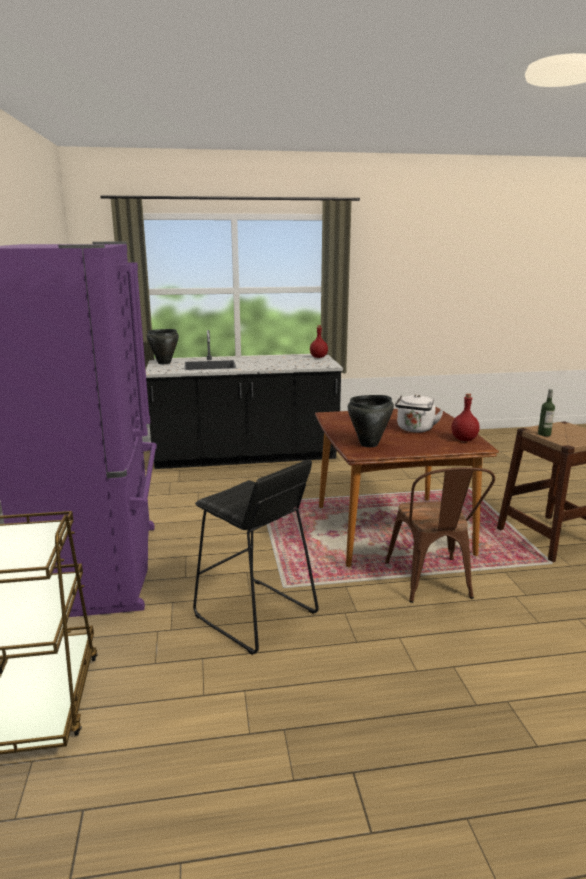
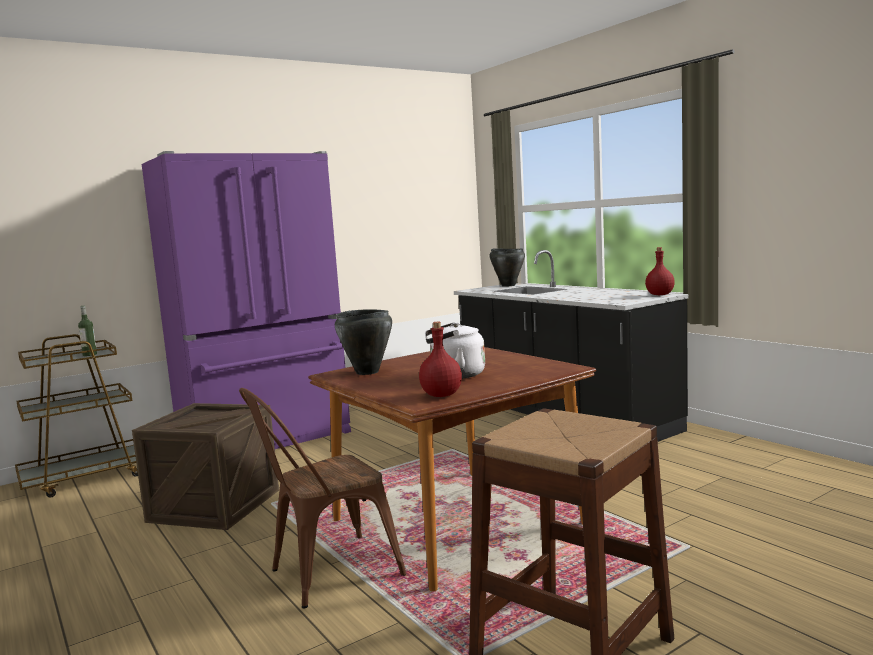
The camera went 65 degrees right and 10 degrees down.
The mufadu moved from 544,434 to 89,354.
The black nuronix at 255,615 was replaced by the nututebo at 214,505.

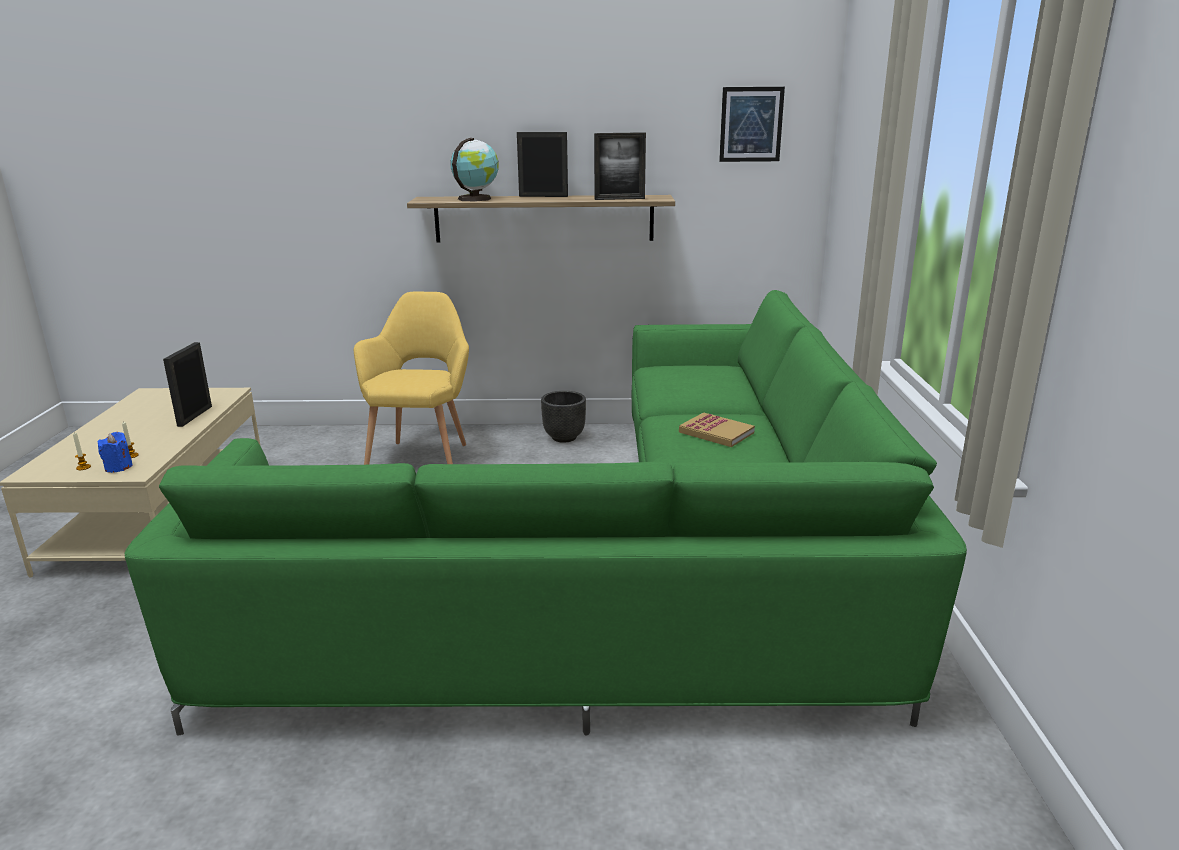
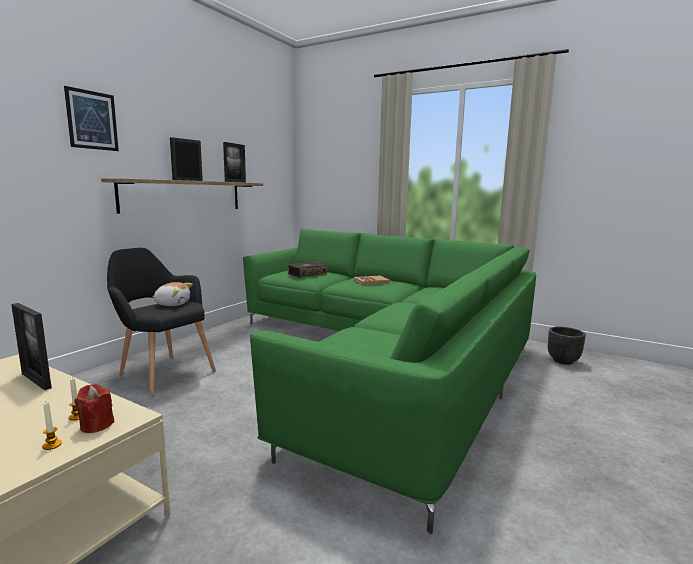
The camera went 60 degrees left and 10 degrees down.
The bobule moved from 751,124 to 92,120.
The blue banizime at 118,467 became the red banizime at 96,425.
The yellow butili at 423,458 became the black butili at 162,373.
The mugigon at 172,304 appeared.
The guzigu at 307,274 appeared.
The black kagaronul moved from 563,437 to 562,361.
The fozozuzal at 476,199 disappeared.

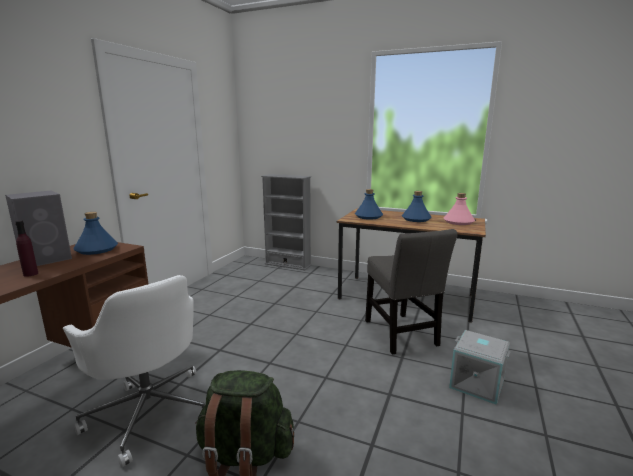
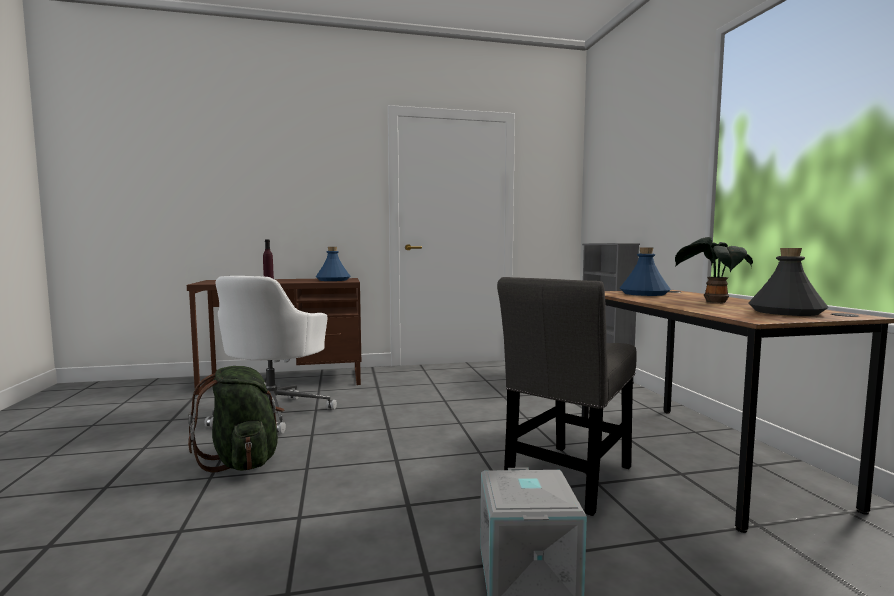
The camera went 55 degrees right and 10 degrees down.
The blue mufadu at 416,219 was replaced by the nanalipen at 712,302.
The pink mufadu at 458,222 became the grey mufadu at 785,312.
The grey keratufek at 47,259 disappeared.

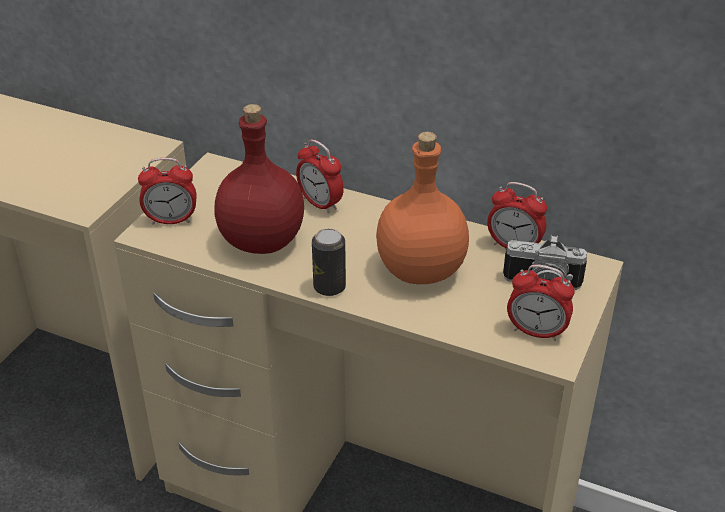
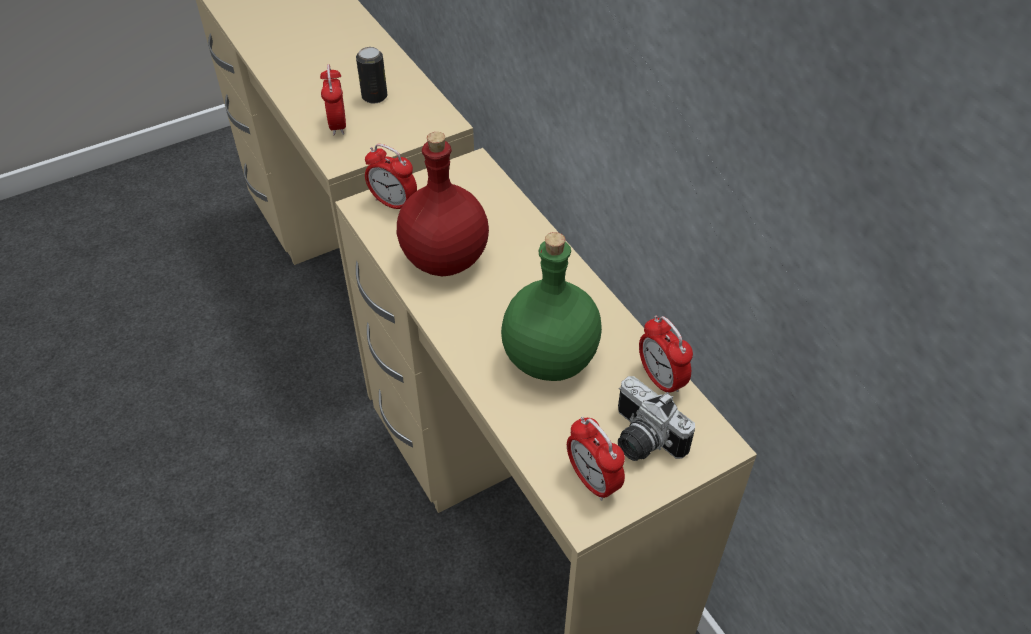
The camera went 35 degrees right and 10 degrees up.
The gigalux moved from 320,204 to 338,125.
The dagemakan moved from 329,287 to 374,97.
The orange mufadu at 420,271 became the green mufadu at 548,360.

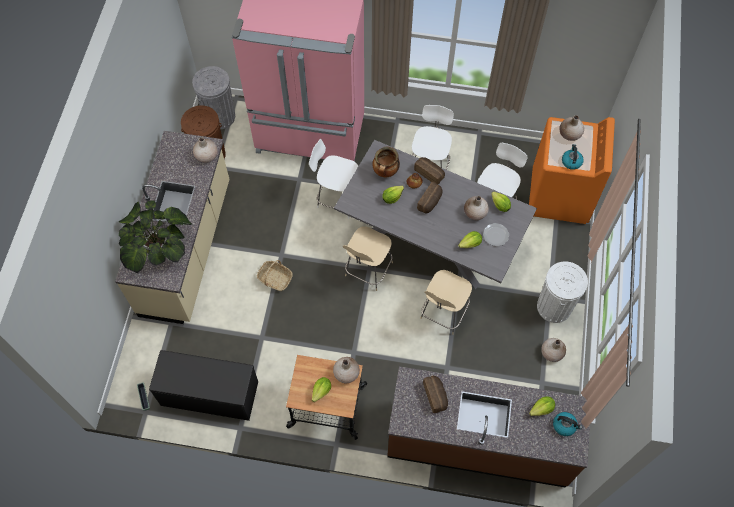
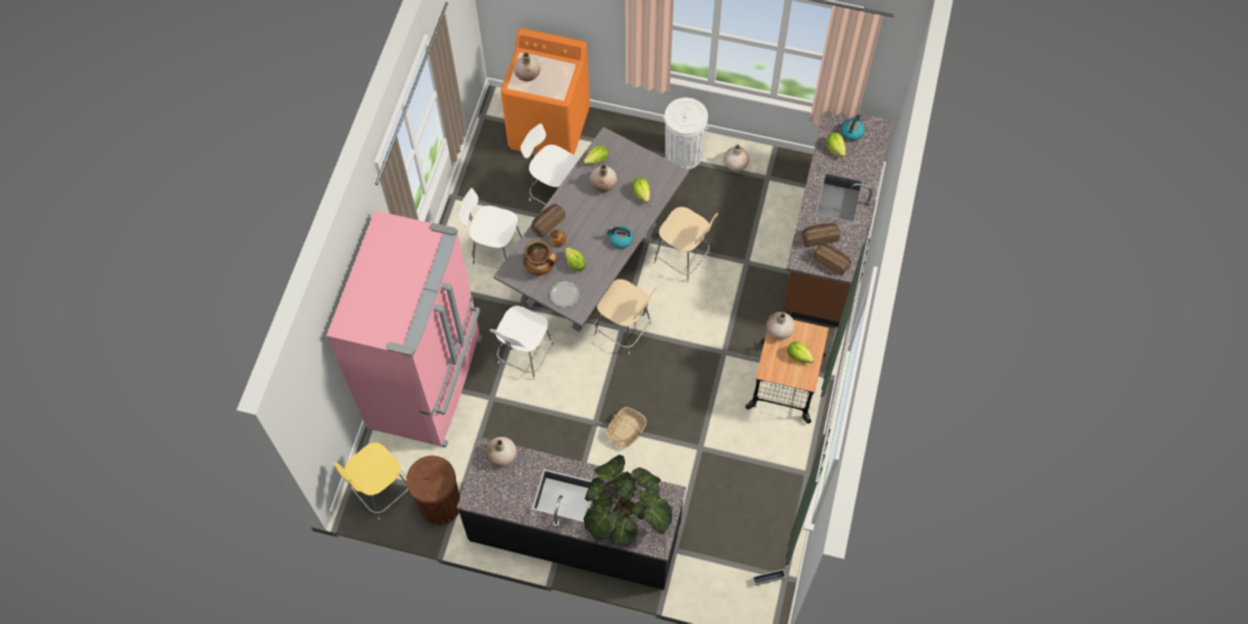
The camera went 85 degrees left and 0 degrees up.
The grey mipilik at 219,116 was replaced by the yellow nuronix at 381,491.
The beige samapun at 187,248 became the black samapun at 575,531.
The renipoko moved from 495,235 to 565,295.
The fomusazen moved from 571,161 to 620,240.
The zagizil moved from 430,202 to 831,261.
The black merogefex at 208,394 disappeared.

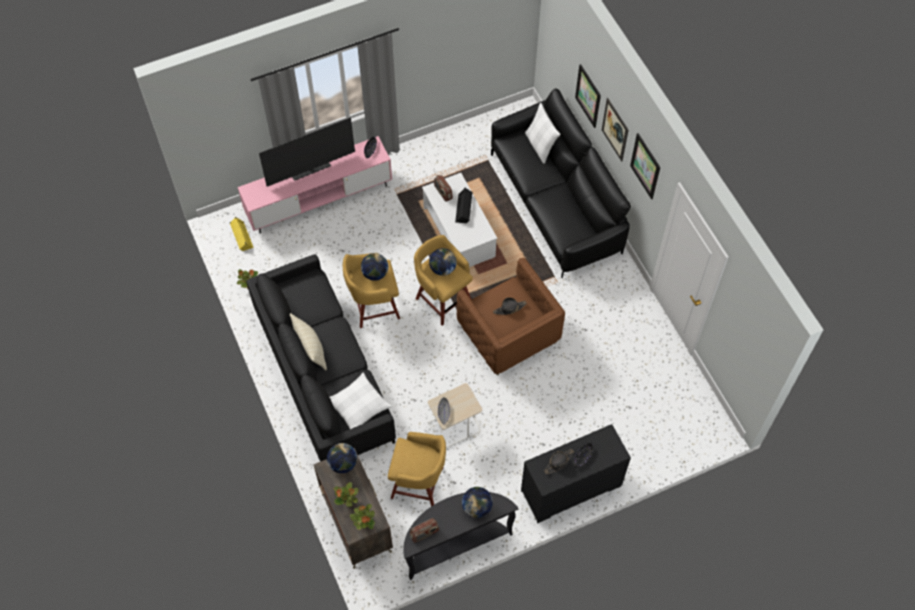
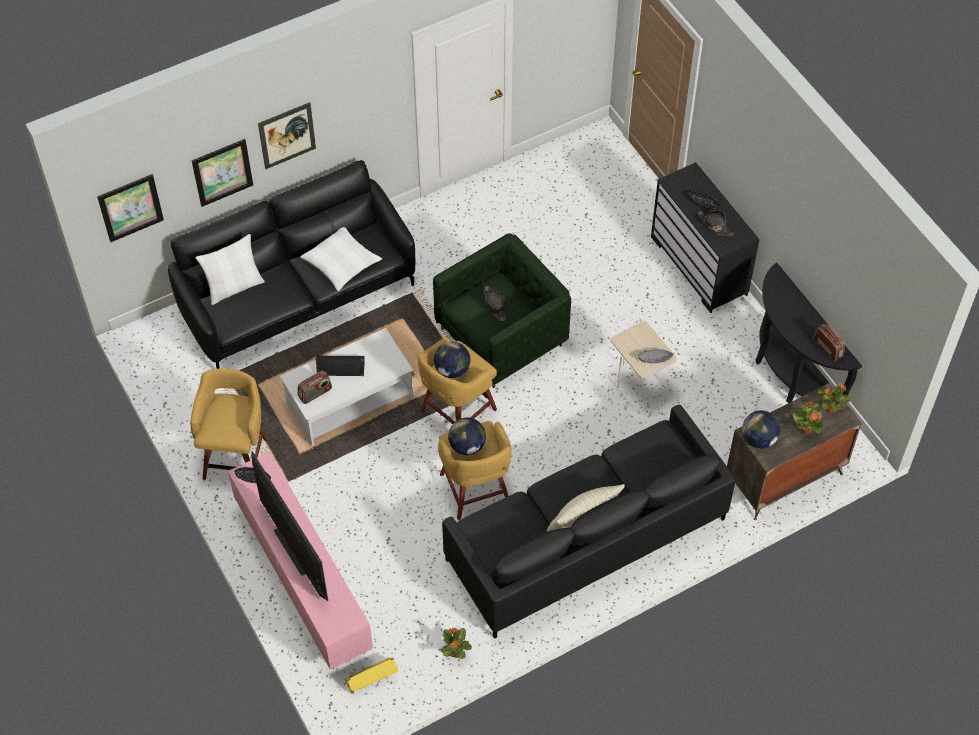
The camera went 95 degrees left and 5 degrees down.
The bobule moved from 645,166 to 130,207.
The yellow nuronix moved from 419,483 to 236,456.
The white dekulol moved from 358,406 to 341,263.
The brown butili at 508,334 became the green butili at 501,337.
The fozozuzal at 477,507 disappeared.

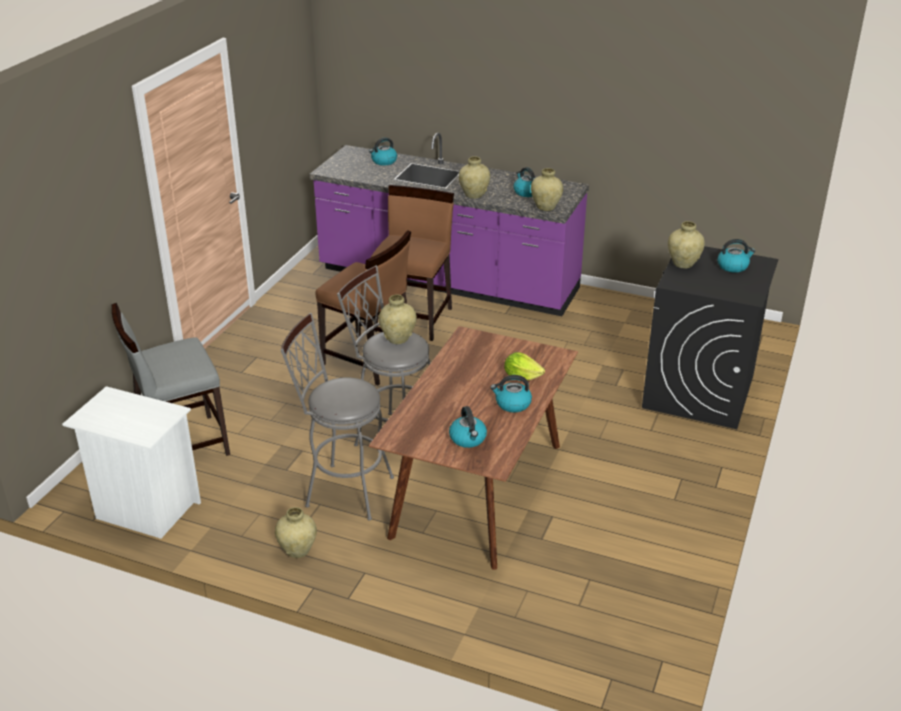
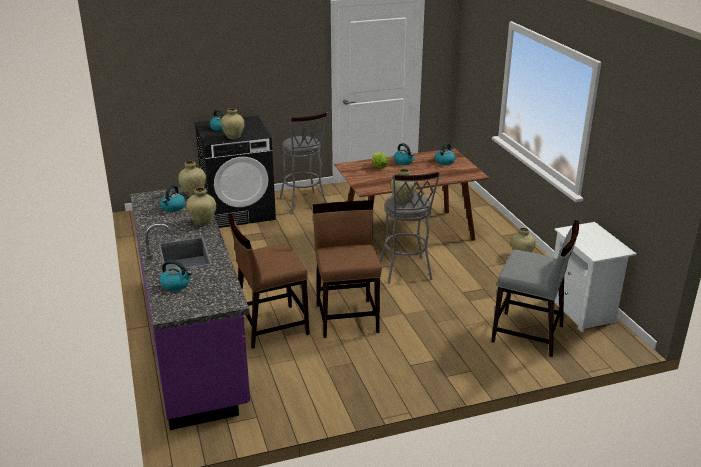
The camera went 130 degrees left and 5 degrees down.
The grey nuronix moved from 342,489 to 304,204.

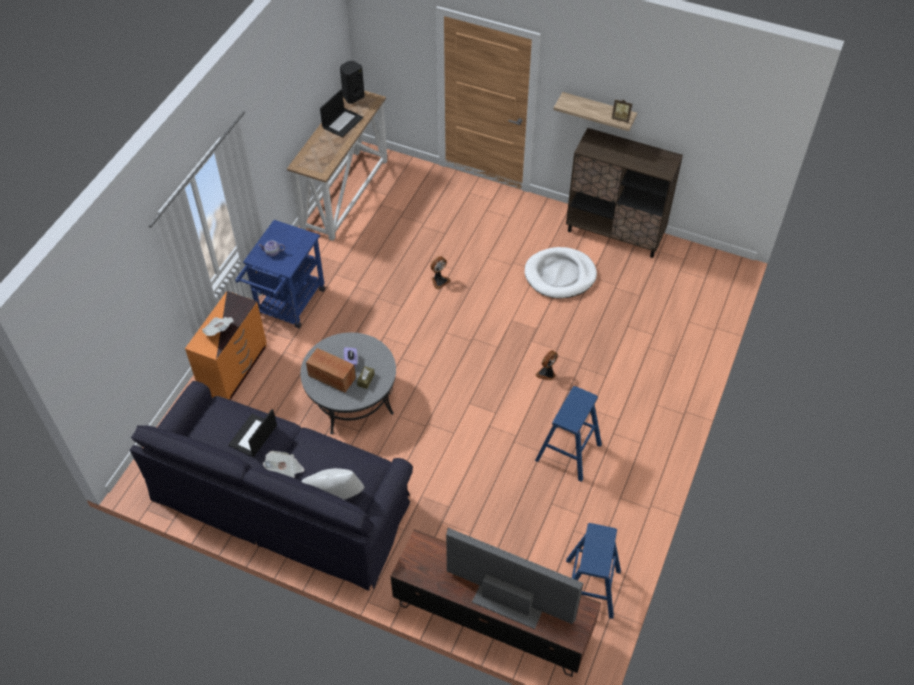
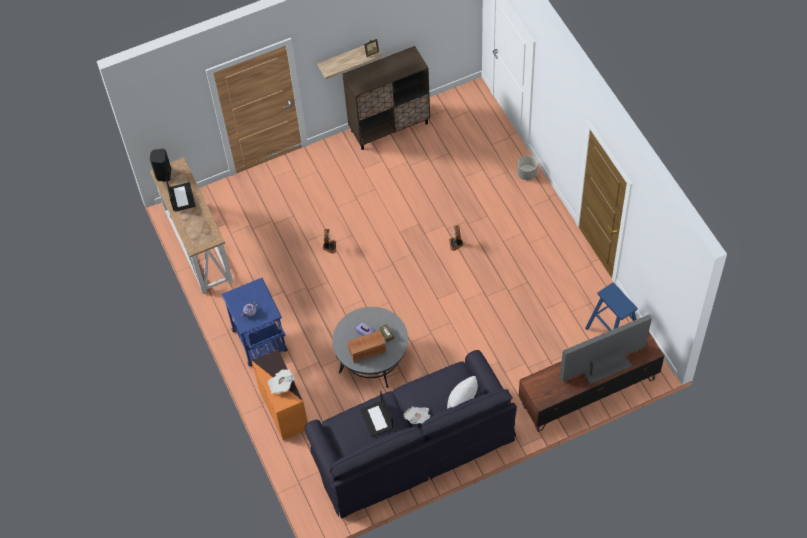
The camera went 45 degrees left and 5 degrees up.
The grey kagaronul at 527,174 appeared.
The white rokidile at 560,275 disappeared.
The blue nuronix at 568,452 disappeared.

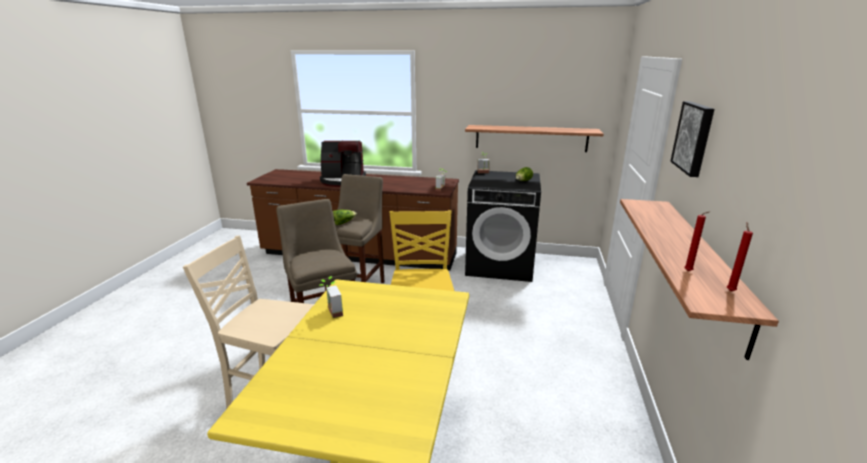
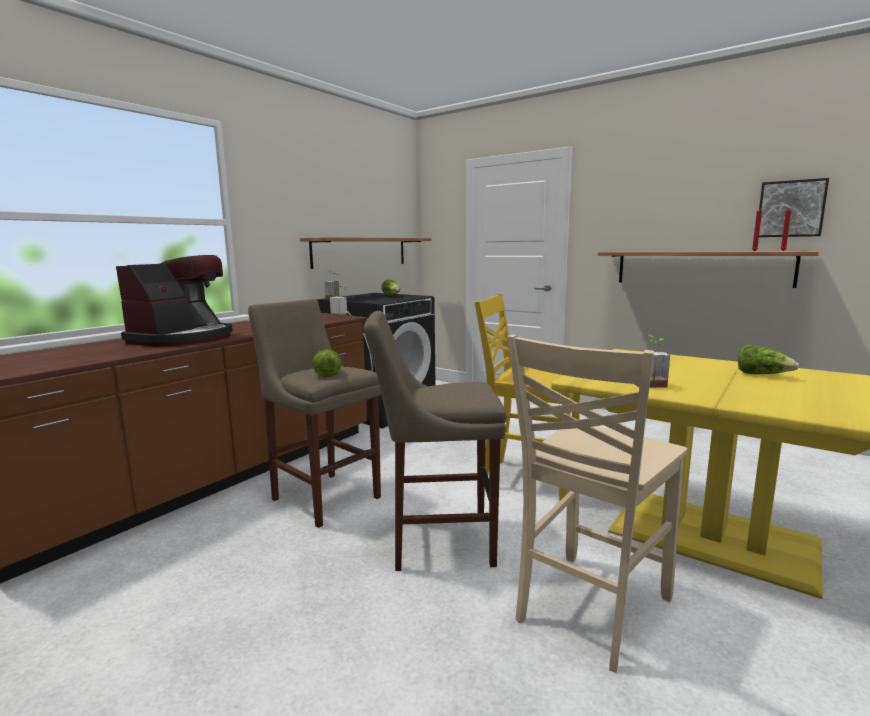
The camera went 65 degrees left and 10 degrees down.
The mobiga at 762,375 appeared.
The bobule moved from 694,137 to 791,209.

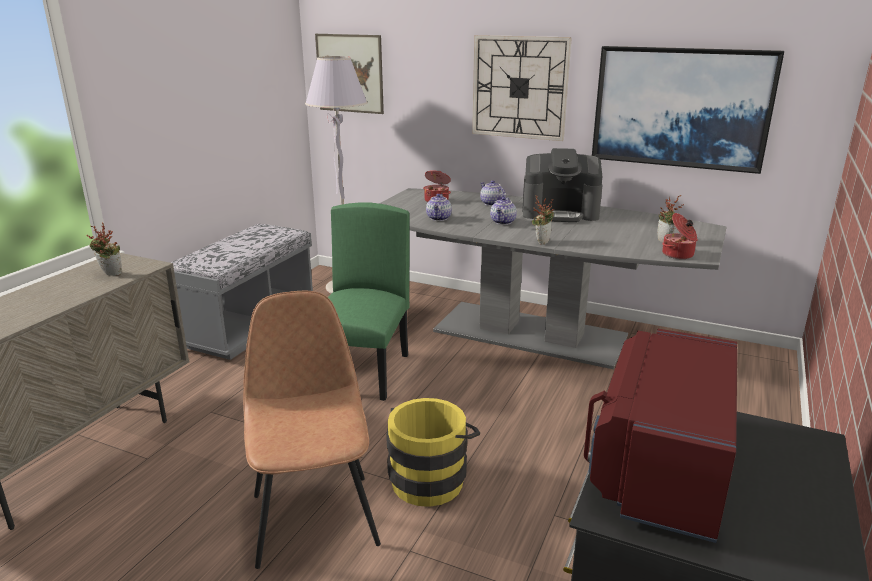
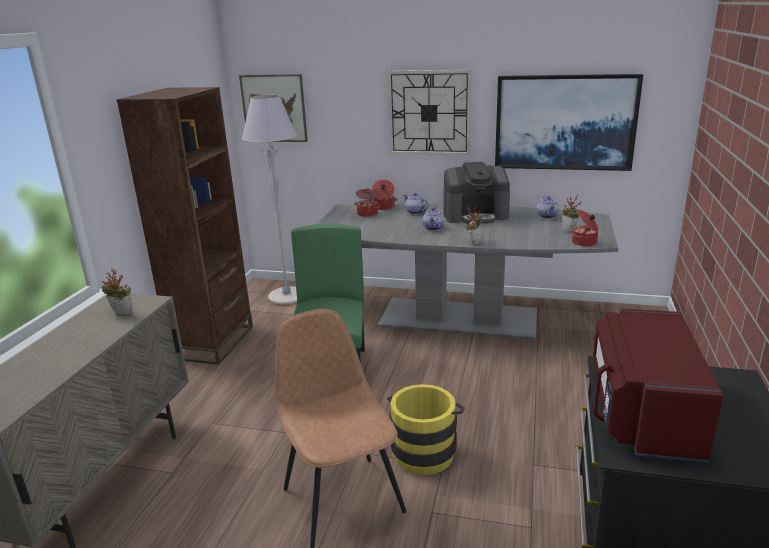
The camera went 10 degrees left and 0 degrees up.
The grey merogefex at 249,326 was replaced by the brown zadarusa at 213,342.
The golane at 384,207 appeared.
The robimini moved from 439,218 to 547,216.

